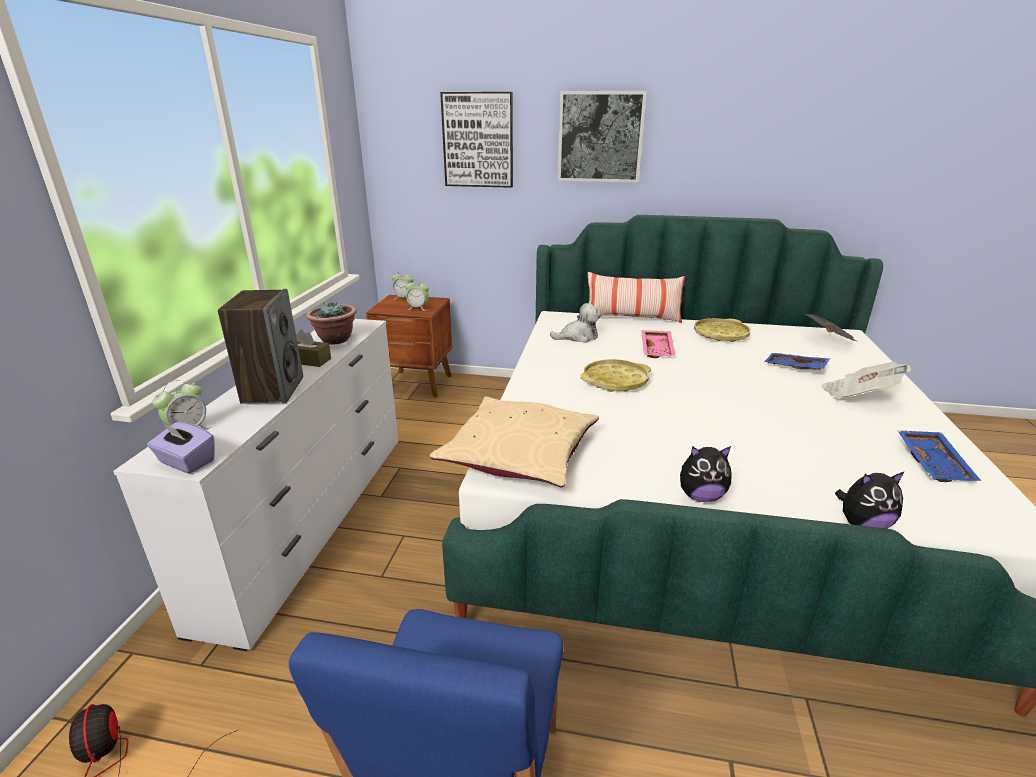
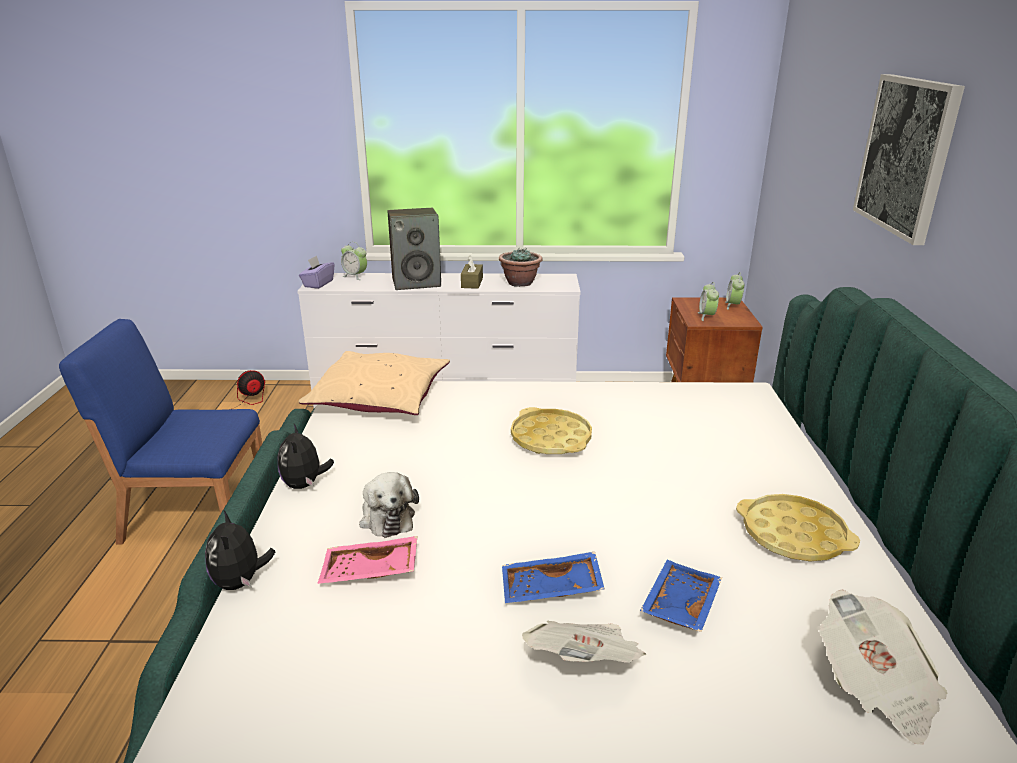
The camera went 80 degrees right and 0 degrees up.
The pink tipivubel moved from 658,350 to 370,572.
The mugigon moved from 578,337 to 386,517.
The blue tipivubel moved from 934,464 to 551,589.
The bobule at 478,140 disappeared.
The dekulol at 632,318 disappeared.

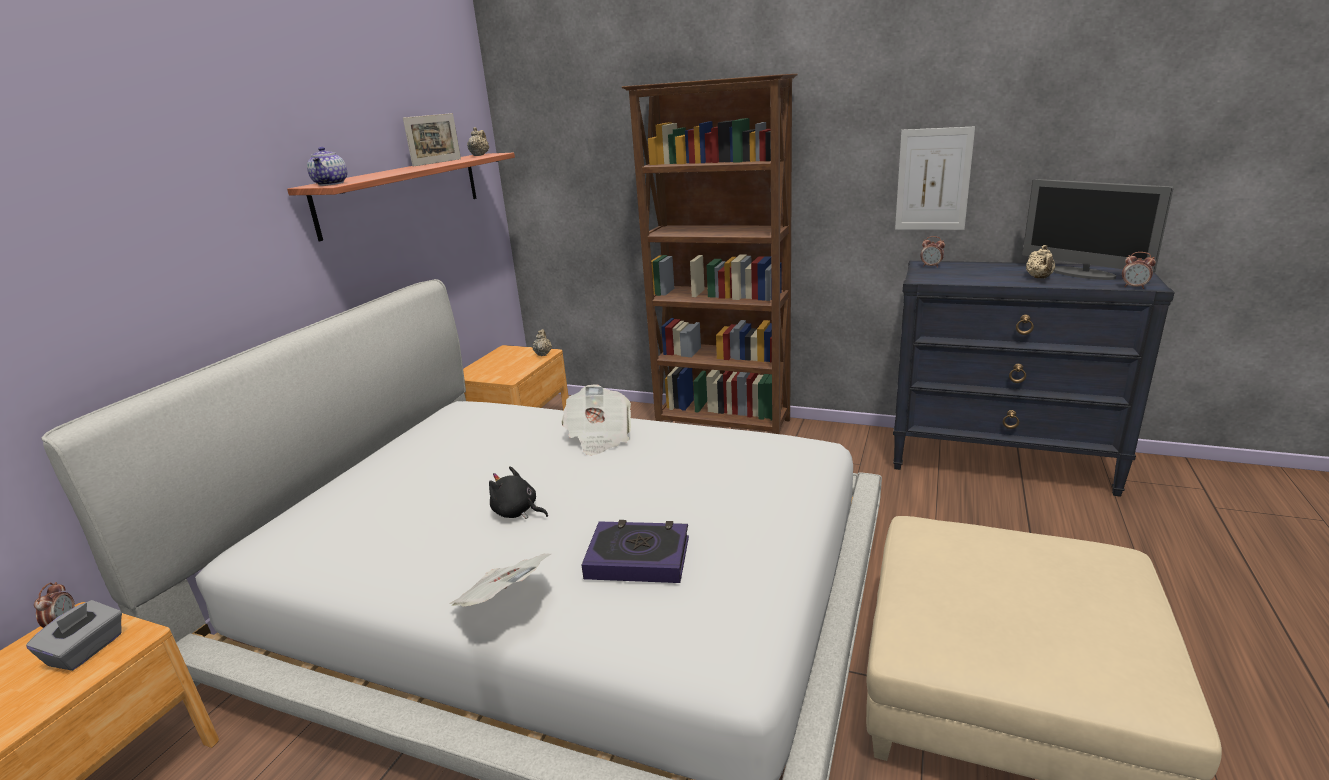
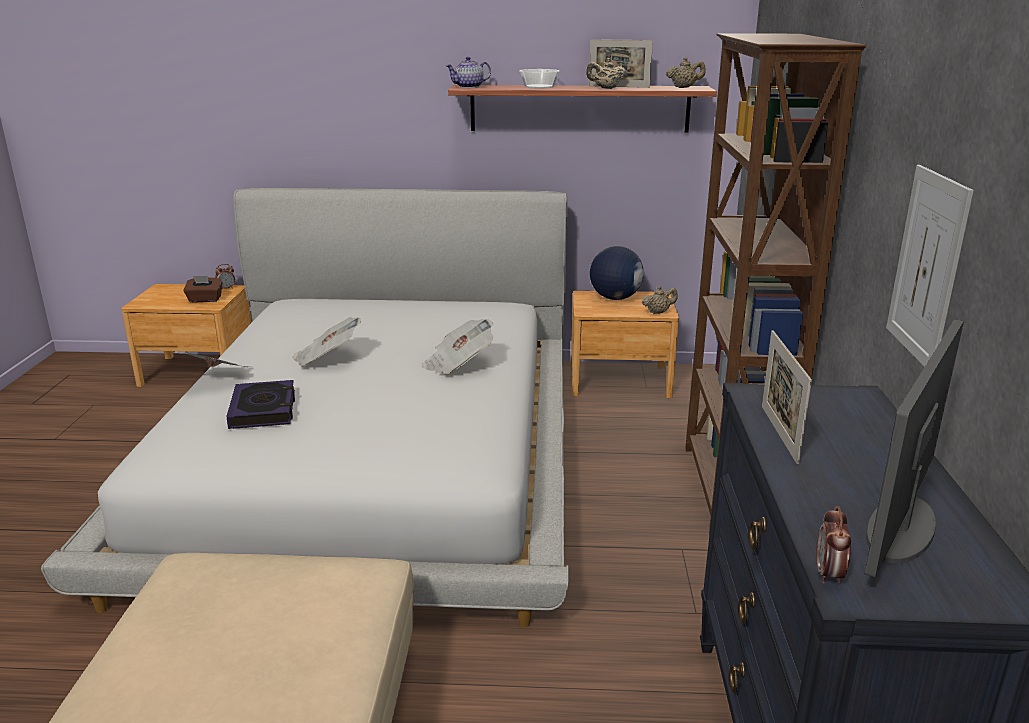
The camera went 70 degrees right and 0 degrees up.
The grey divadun at 87,650 became the brown divadun at 205,300.
The black mugigon at 517,512 was replaced by the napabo at 327,359.
The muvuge at 539,86 appeared.
The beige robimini moved from 1039,278 to 606,88.
The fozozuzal at 615,298 appeared.
The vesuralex at 779,433 appeared.
The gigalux at 931,266 disappeared.

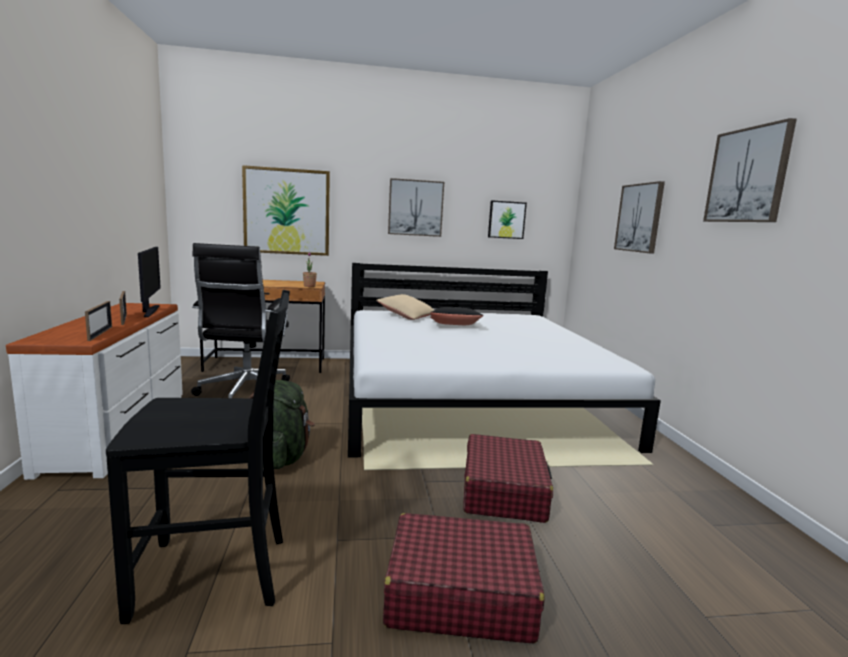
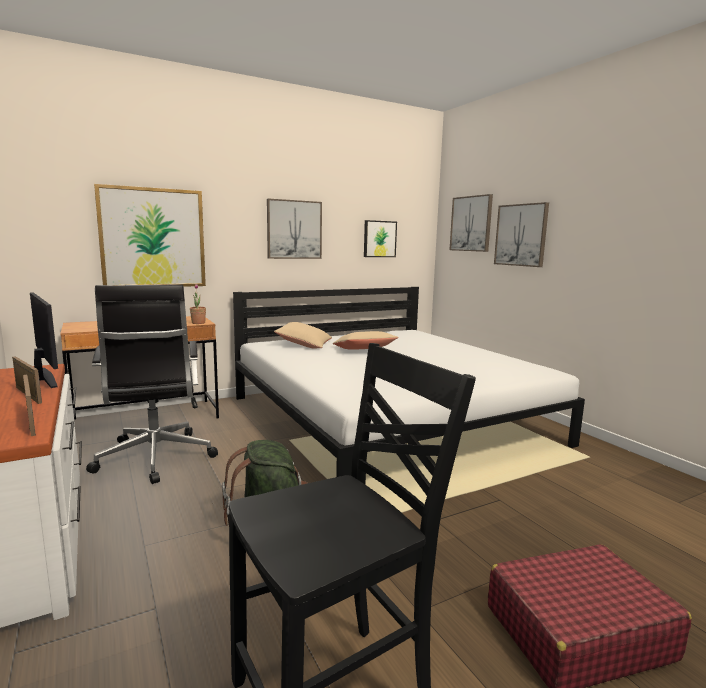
The camera went 20 degrees left and 0 degrees up.
The black dekulol at 454,326 became the beige dekulol at 364,351.
The bobule moved from 748,175 to 471,223.
The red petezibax at 504,491 disappeared.

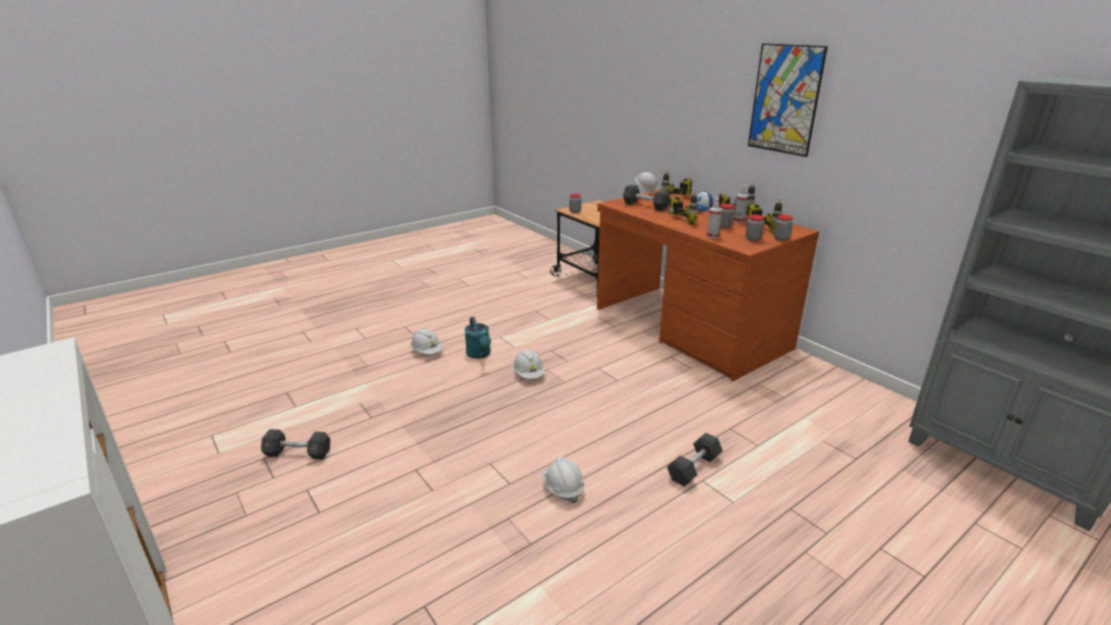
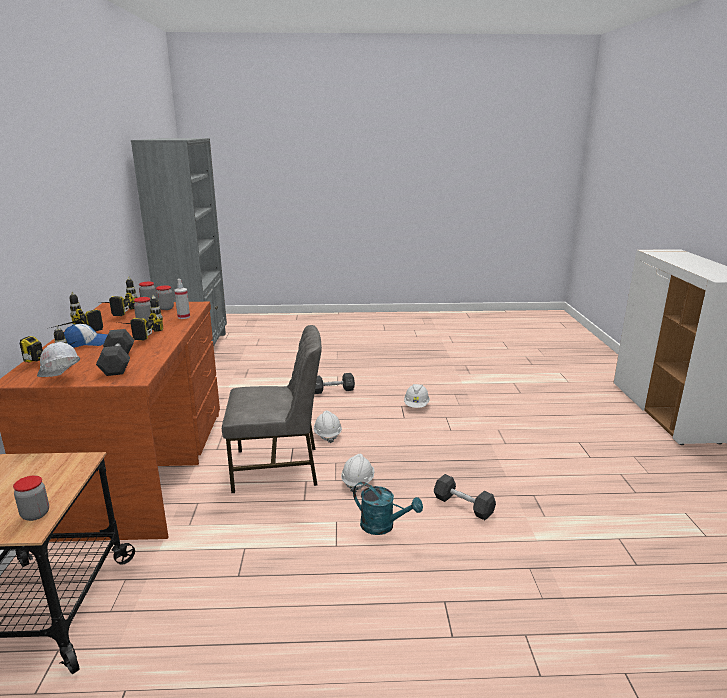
The camera went 145 degrees left and 5 degrees down.
The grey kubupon at 278,468 appeared.
The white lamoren moved from 427,351 to 327,435.
The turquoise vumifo at 480,354 turned 105 degrees clockwise.
The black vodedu moved from 298,453 to 463,505.
The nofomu at 739,221 disappeared.
The bobule at 785,99 disappeared.

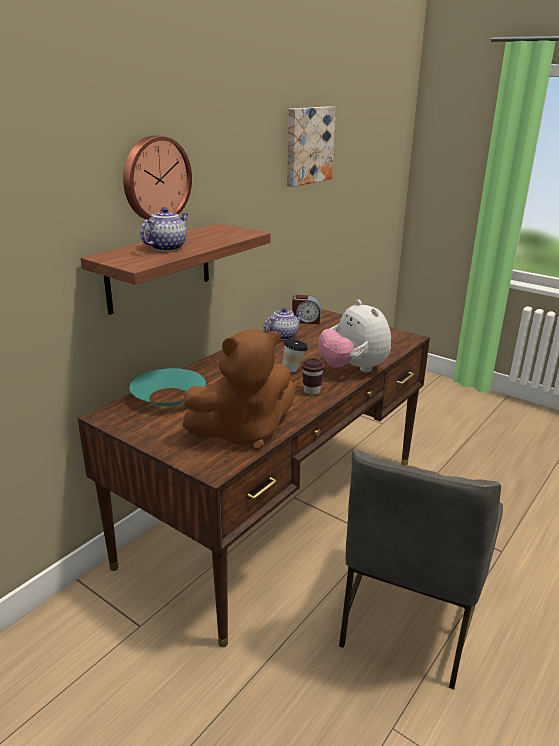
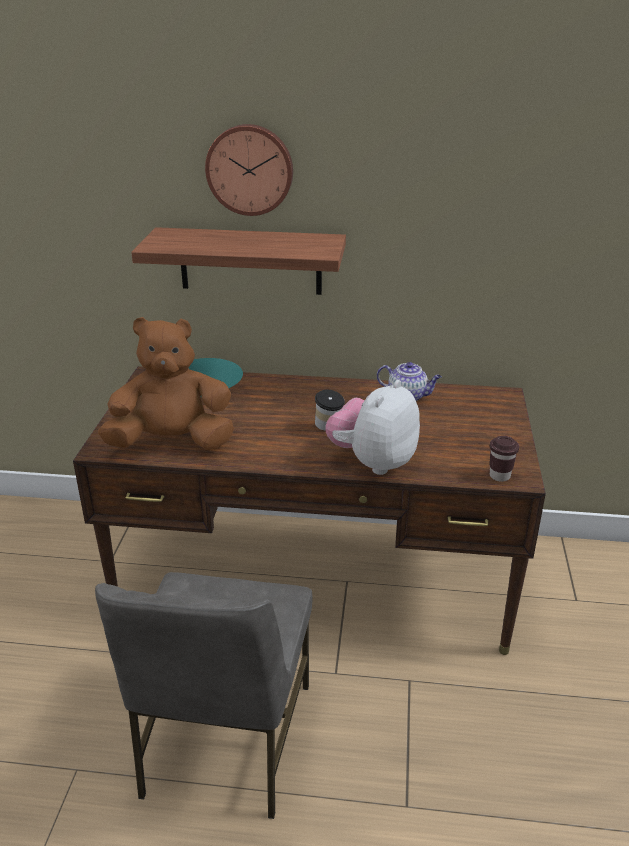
The camera went 60 degrees right and 5 degrees up.
The grey kubupon at 409,618 turned 75 degrees counterclockwise.
The brown mugigon at 243,432 turned 135 degrees clockwise.
The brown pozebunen moved from 311,391 to 499,476.
The robimini at 167,247 disappeared.
The bobule at 308,145 disappeared.
The gigalux at 306,320 disappeared.

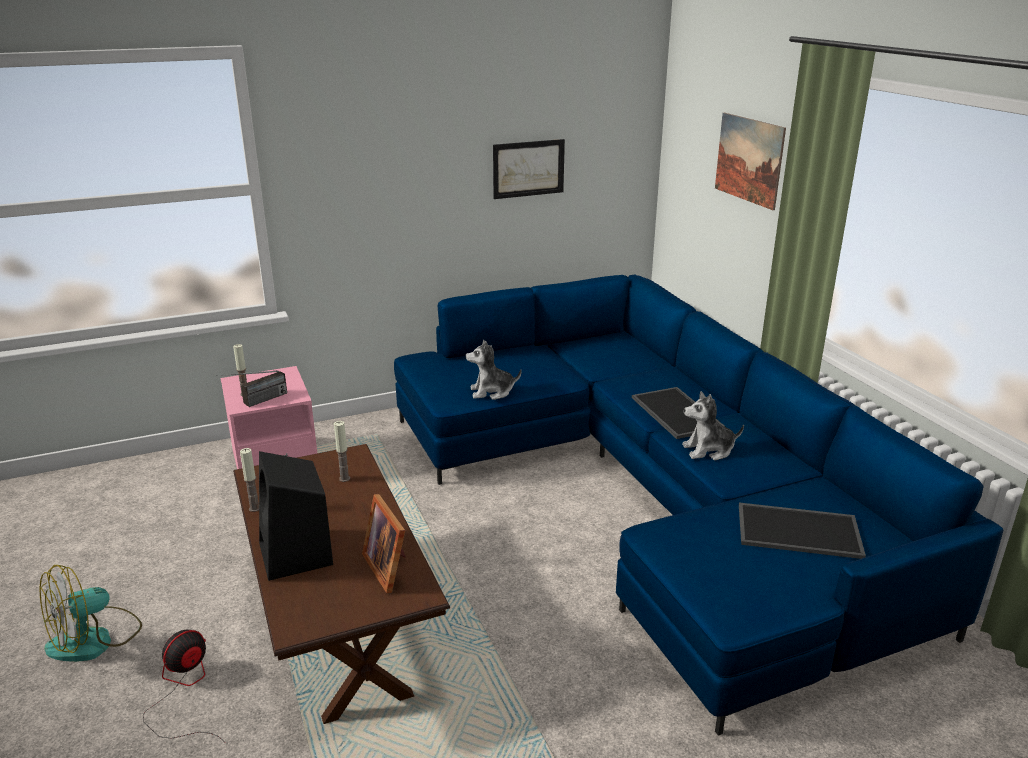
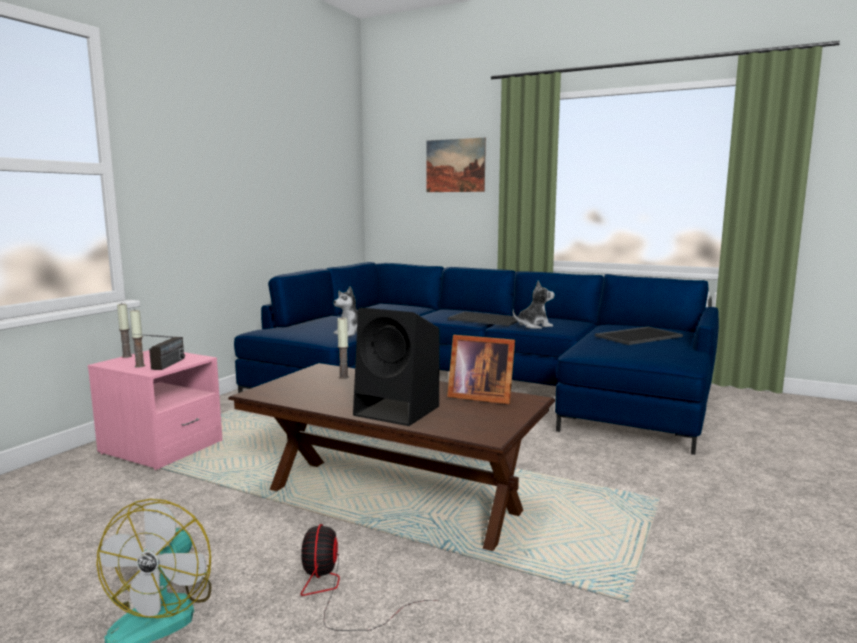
The camera went 40 degrees left and 15 degrees down.
The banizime moved from 254,508 to 127,356.
The mugigon at 708,450 turned 150 degrees counterclockwise.
The bobule at 528,168 disappeared.

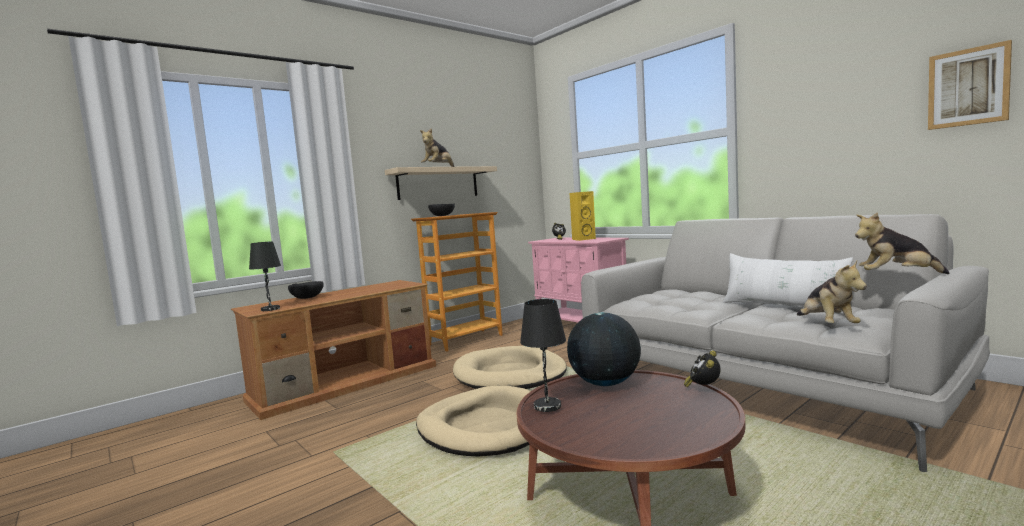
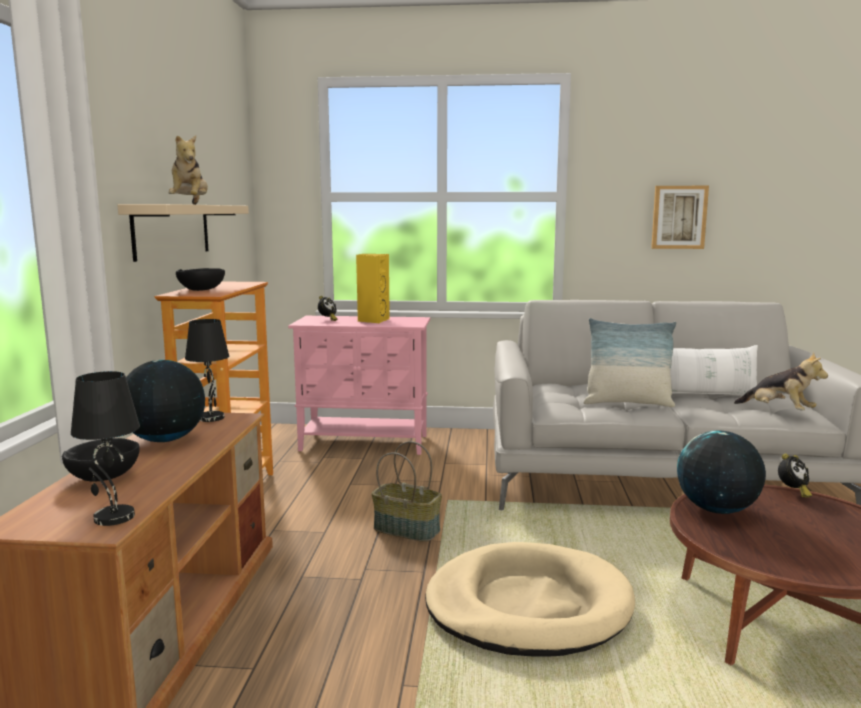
The camera went 45 degrees left and 5 degrees up.
The fozozuzal at 164,440 appeared.
The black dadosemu moved from 548,406 to 212,418.
The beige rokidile at 509,374 was replaced by the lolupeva at 407,529.
The dekulol at 627,403 appeared.
The bobule moved from 968,87 to 679,217.
The gigalux at 703,388 turned 105 degrees counterclockwise.
The mugigon at 897,276 disappeared.

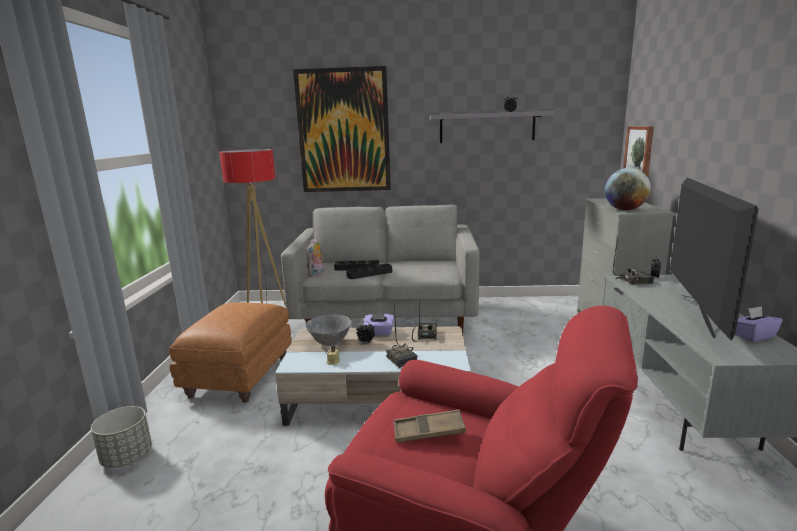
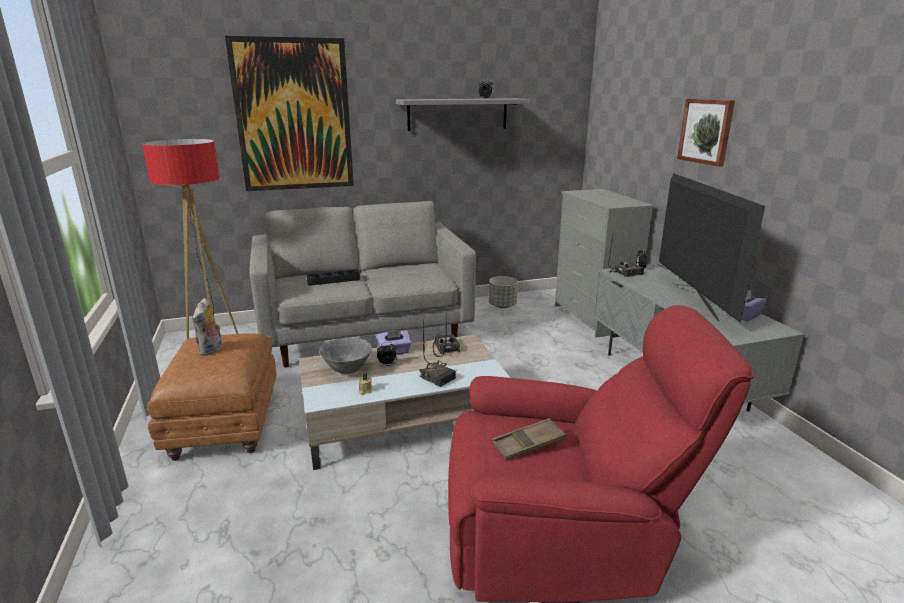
The camera went 20 degrees left and 5 degrees up.
The mugigon moved from 316,274 to 211,350.
The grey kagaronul moved from 127,457 to 502,305.
The bobule moved from 639,150 to 706,131.
The black tipivubel at 369,274 disappeared.
The fozozuzal at 625,209 disappeared.

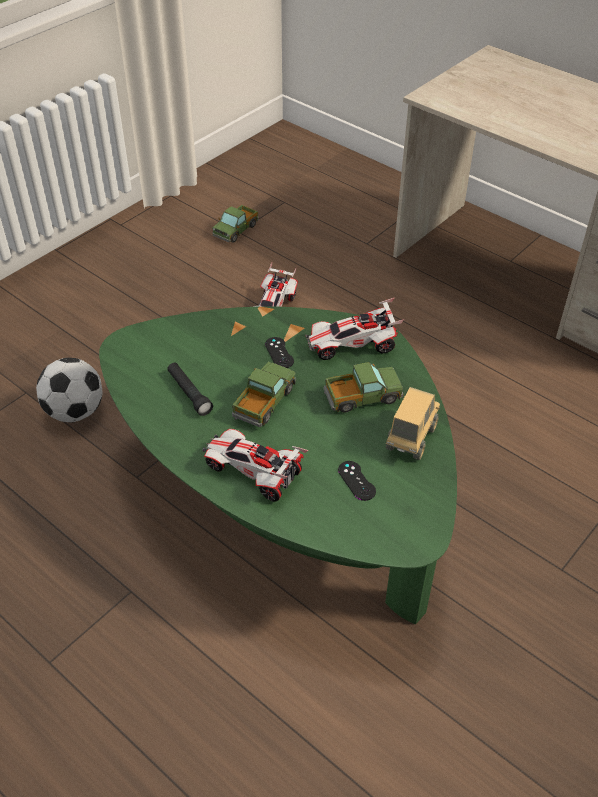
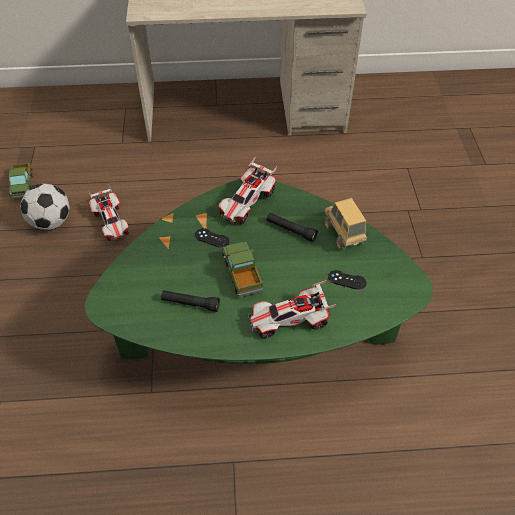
The camera went 45 degrees left and 5 degrees up.
The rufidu moved from 75,411 to 51,222.
The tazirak at 362,397 was replaced by the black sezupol at 291,230.

